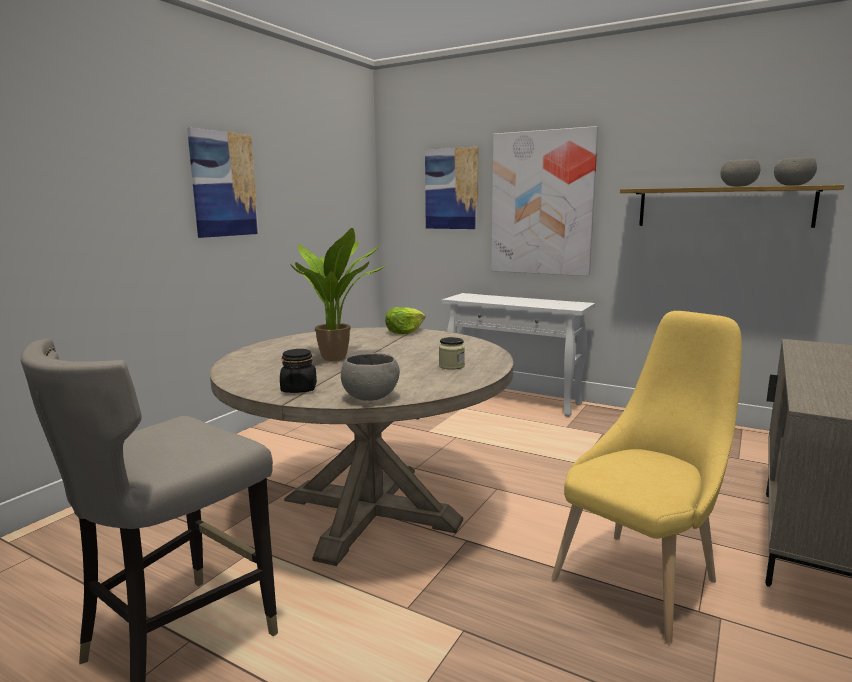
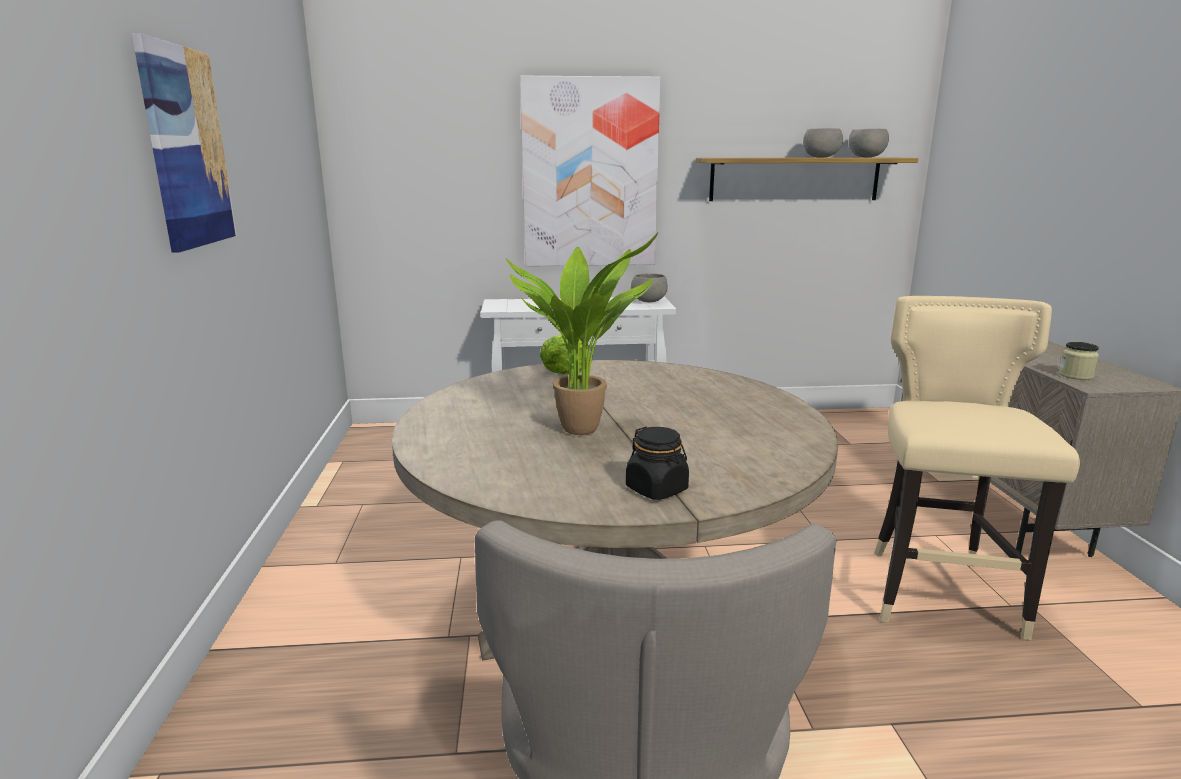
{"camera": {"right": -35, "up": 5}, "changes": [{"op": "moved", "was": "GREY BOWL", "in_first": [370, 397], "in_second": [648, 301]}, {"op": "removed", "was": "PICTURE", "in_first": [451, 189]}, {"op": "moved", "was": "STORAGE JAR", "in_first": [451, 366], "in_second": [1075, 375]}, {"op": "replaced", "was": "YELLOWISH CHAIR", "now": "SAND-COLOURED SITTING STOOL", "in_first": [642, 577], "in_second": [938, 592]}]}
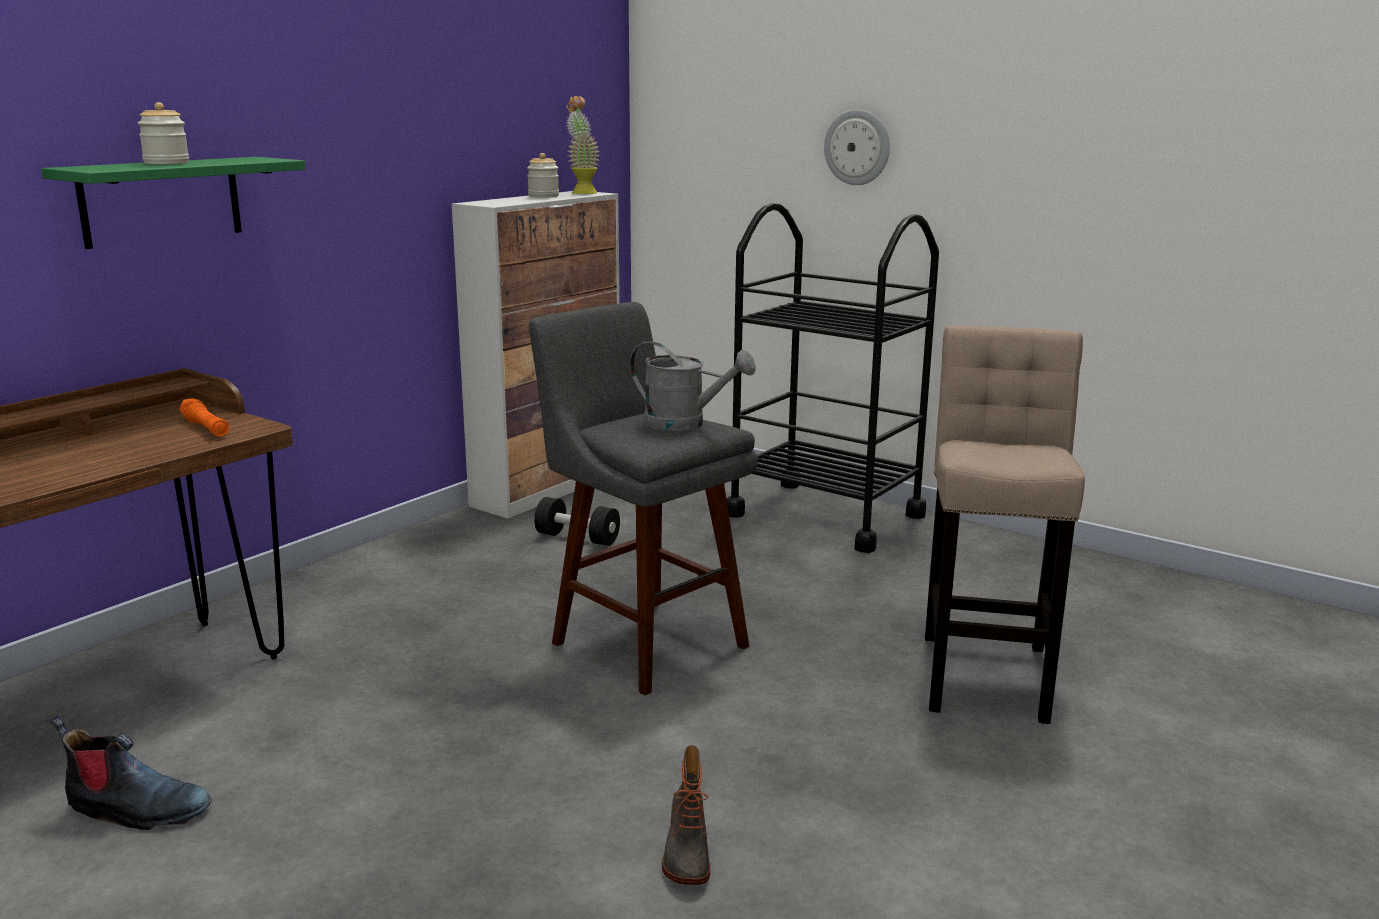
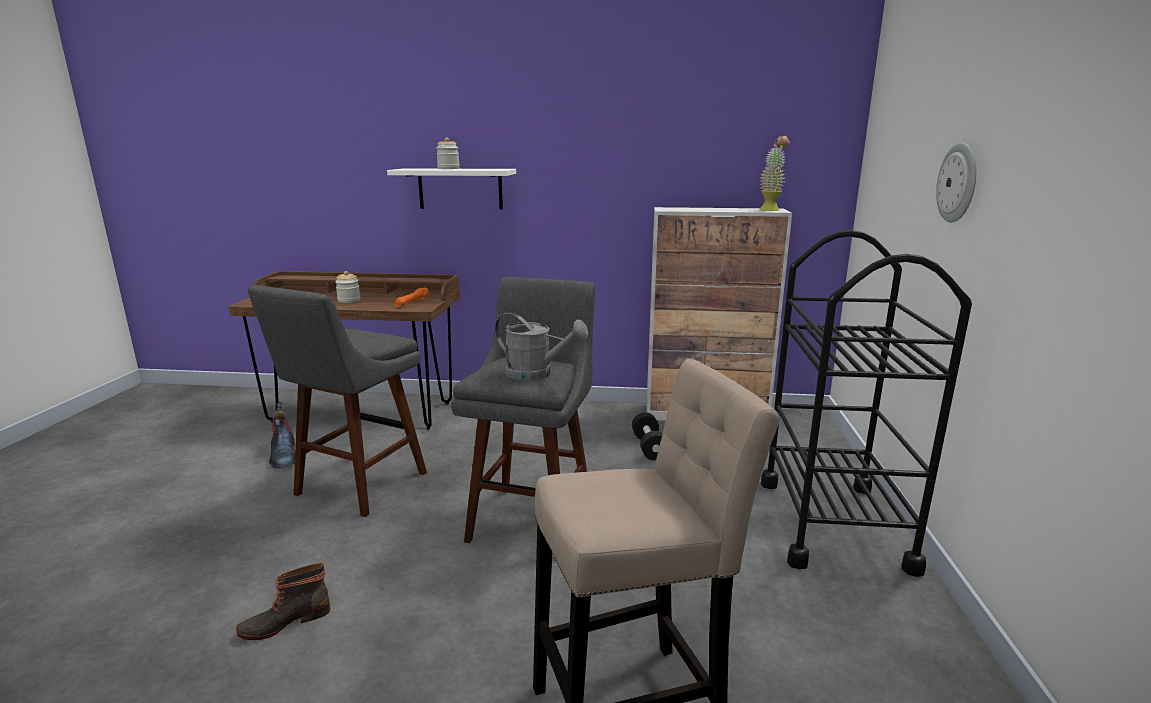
{"camera": {"right": 60, "up": 0}, "changes": [{"op": "recoloured", "was": "GREEN WALL SHELF", "now": "WHITISH WALL SHELF", "in_first": [161, 201], "in_second": [460, 188]}, {"op": "moved", "was": "STORAGE JAR", "in_first": [543, 196], "in_second": [349, 300]}, {"op": "turned", "was": "GREY SPRINKLING CAN", "in_first": [685, 424], "in_second": [537, 374], "clockwise": -60}, {"op": "added", "now": "GREY SITTING STOOL", "in_second": [357, 486]}]}
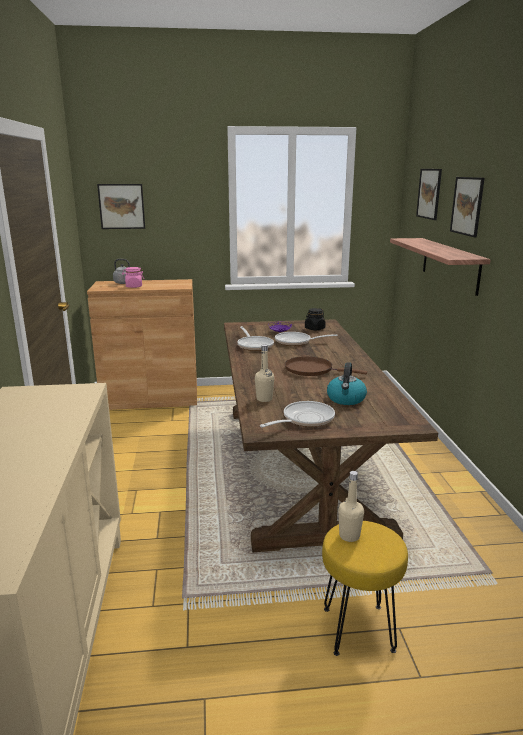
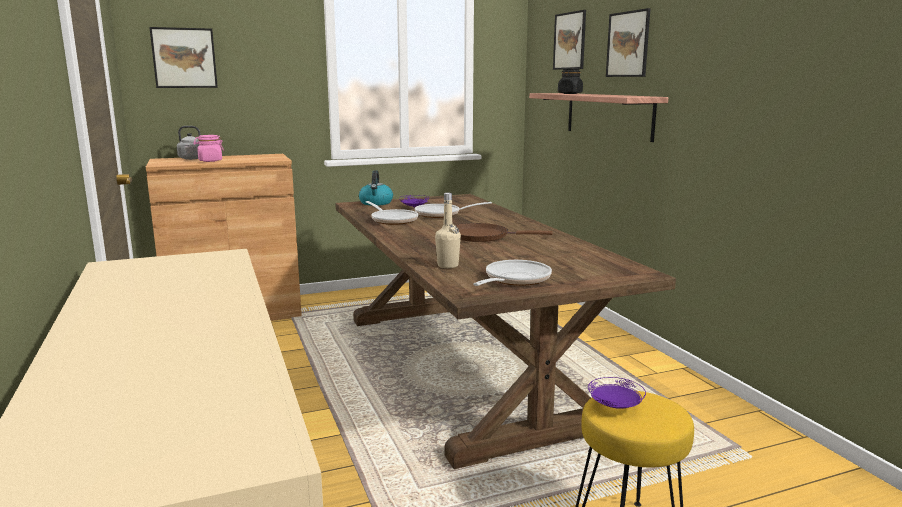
{"camera": {"right": -15, "up": -5}, "changes": [{"op": "moved", "was": "BLACKISH STORAGE JAR", "in_first": [314, 328], "in_second": [570, 93]}, {"op": "moved", "was": "TEA KETTLE", "in_first": [346, 399], "in_second": [376, 203]}, {"op": "replaced", "was": "SAND-COLOURED DRINK BOTTLE", "now": "PURPLISH FLAT DISH", "in_first": [349, 536], "in_second": [614, 406]}]}
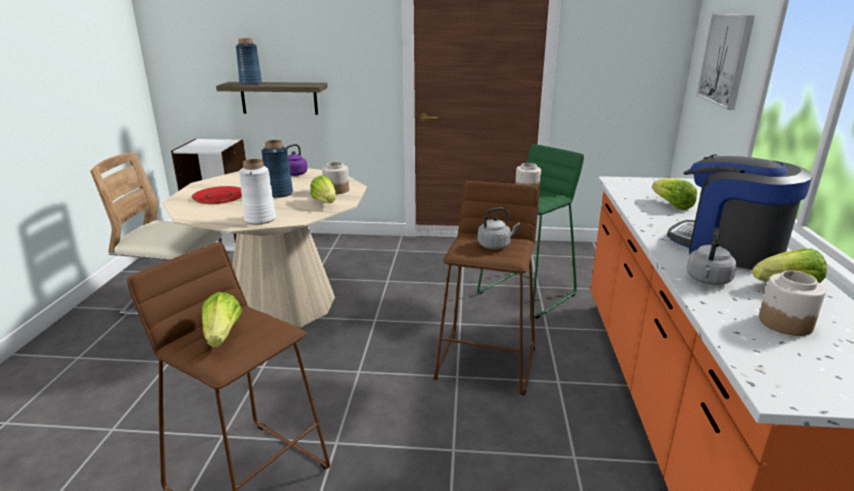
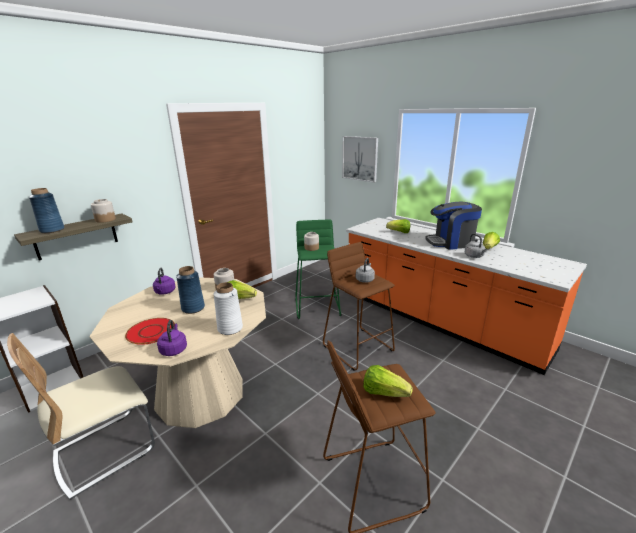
{"camera": {"right": -50, "up": 0}, "changes": [{"op": "moved", "was": "STORAGE JAR", "in_first": [784, 323], "in_second": [105, 220]}, {"op": "added", "now": "PURPLISH TEA KETTLE", "in_second": [174, 349]}]}
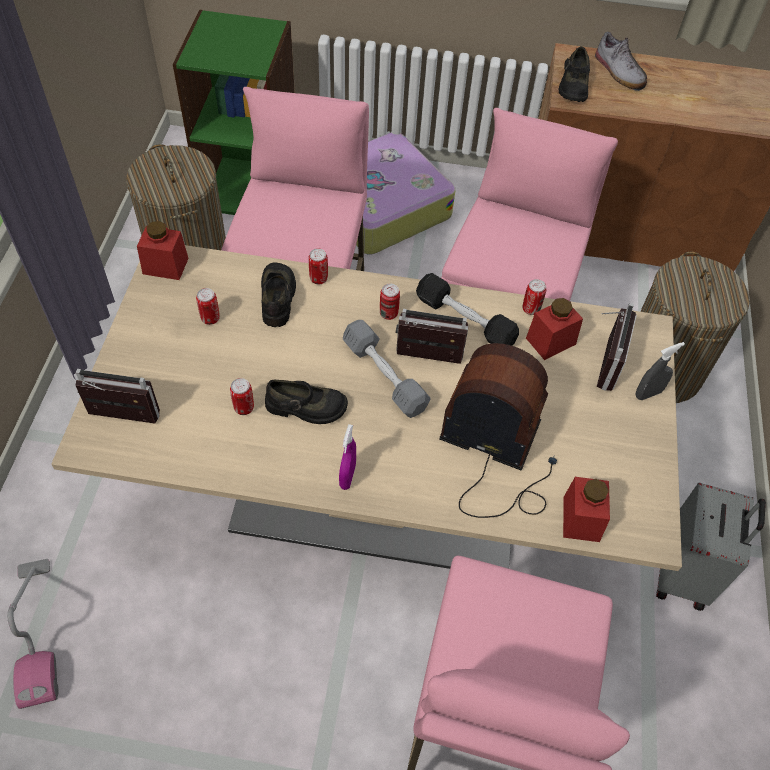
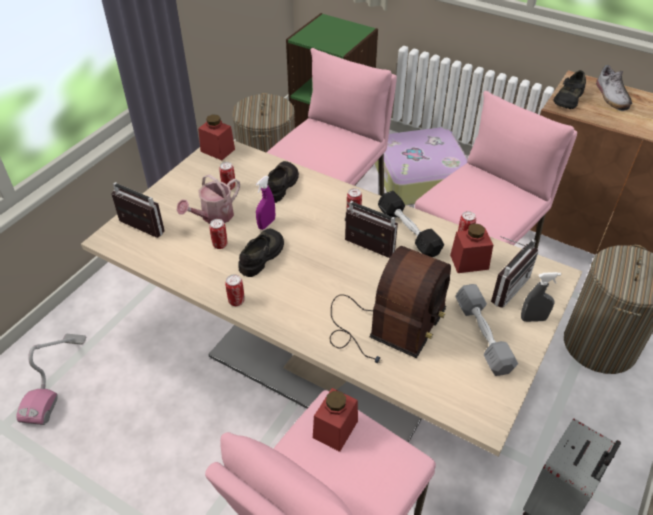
{"camera": {"right": 25, "up": -10}, "changes": [{"op": "turned", "was": "BLACKISH ITEM OF FOOTWEAR", "in_first": [306, 407], "in_second": [262, 256], "clockwise": -90}, {"op": "moved", "was": "SEALED CAN", "in_first": [318, 279], "in_second": [236, 301]}, {"op": "moved", "was": "PURPLISH HAND SPRAYER", "in_first": [347, 476], "in_second": [266, 224]}, {"op": "moved", "was": "GREY HAND WEIGHT", "in_first": [384, 376], "in_second": [482, 336]}, {"op": "turned", "was": "RADIO RECEIVER", "in_first": [497, 455], "in_second": [385, 326], "clockwise": 75}, {"op": "moved", "was": "RED-COLOURED STORAGE JAR", "in_first": [581, 519], "in_second": [335, 429]}, {"op": "added", "now": "SPRINKLING CAN", "in_second": [213, 216]}]}
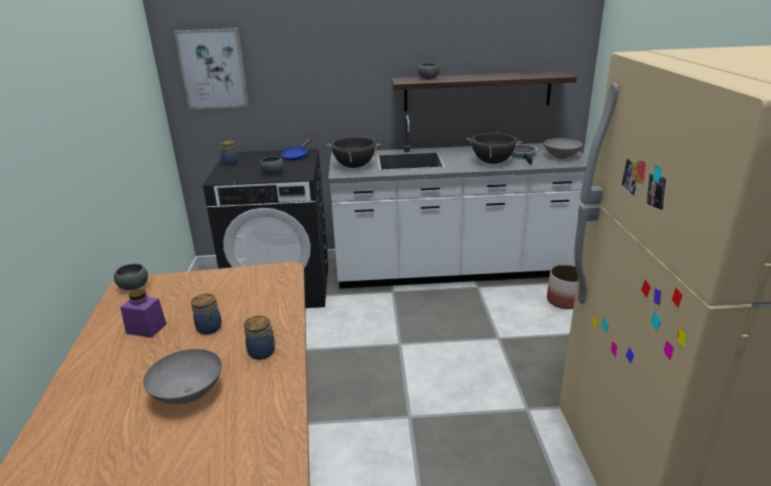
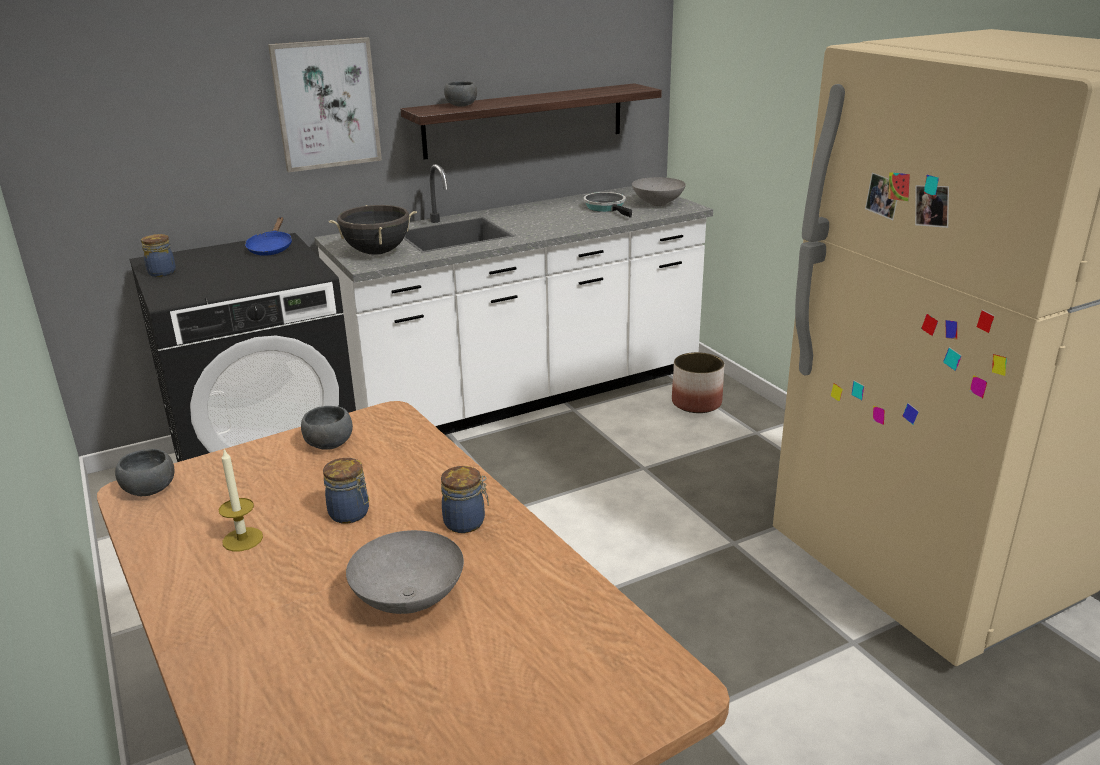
{"camera": {"right": -25, "up": 0}, "changes": [{"op": "replaced", "was": "PURPLISH STORAGE JAR", "now": "WAX LIGHT", "in_first": [146, 328], "in_second": [242, 539]}, {"op": "moved", "was": "PICTURE", "in_first": [213, 69], "in_second": [326, 104]}, {"op": "moved", "was": "GREY BOWL", "in_first": [272, 173], "in_second": [328, 444]}, {"op": "removed", "was": "BLACKISH COOKING POT", "in_first": [492, 162]}]}
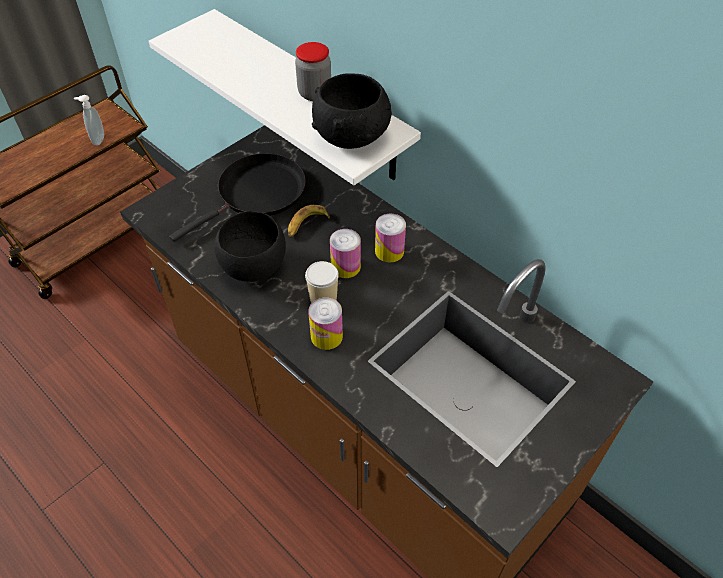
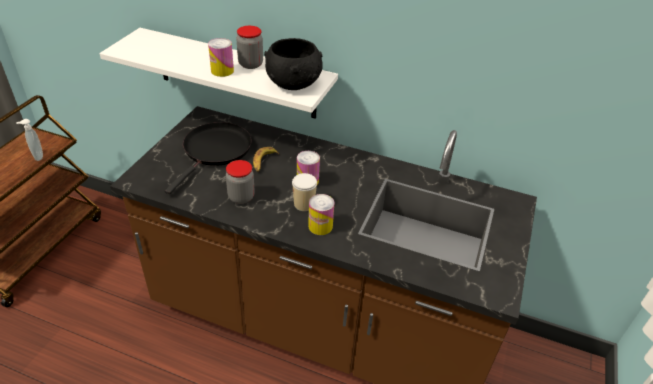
{"camera": {"right": -25, "up": -10}, "changes": [{"op": "replaced", "was": "BLACKISH BOWL", "now": "STORAGE JAR", "in_first": [254, 267], "in_second": [241, 197]}, {"op": "moved", "was": "SEALED CAN", "in_first": [389, 251], "in_second": [222, 71]}]}
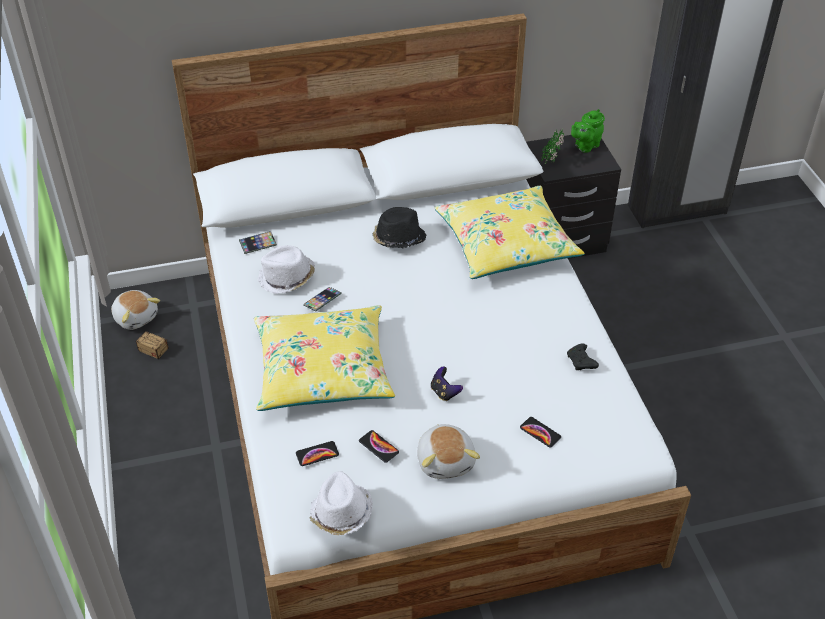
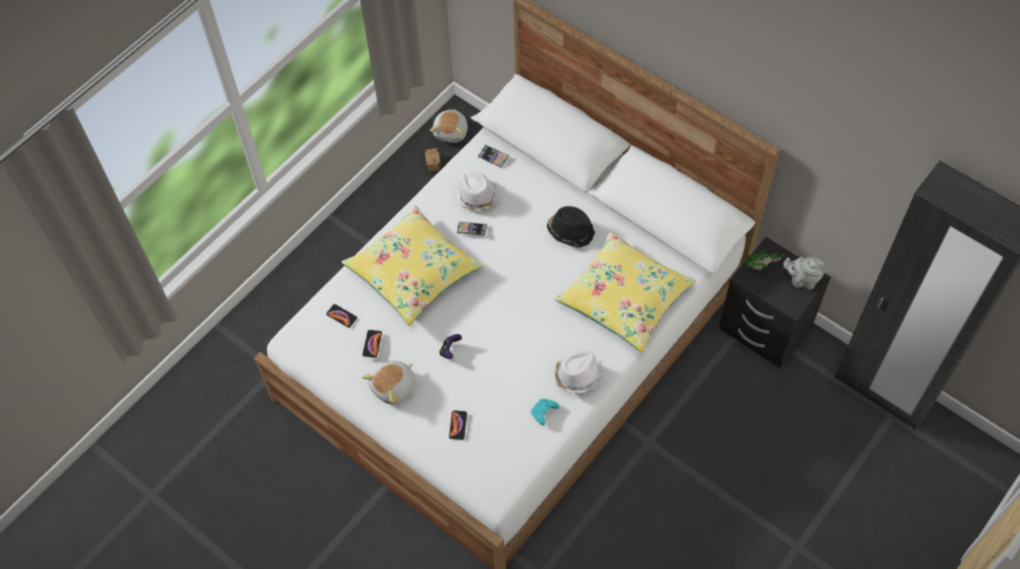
{"camera": {"right": 55, "up": 15}, "changes": [{"op": "moved", "was": "WHITISH WEARABLE HAT", "in_first": [341, 513], "in_second": [577, 376]}, {"op": "recoloured", "was": "BLACKISH JOYPAD", "now": "TURQUOISE JOYPAD", "in_first": [581, 362], "in_second": [543, 413]}, {"op": "recoloured", "was": "GREEN TEA POT", "now": "GREY TEA POT", "in_first": [585, 146], "in_second": [801, 280]}]}
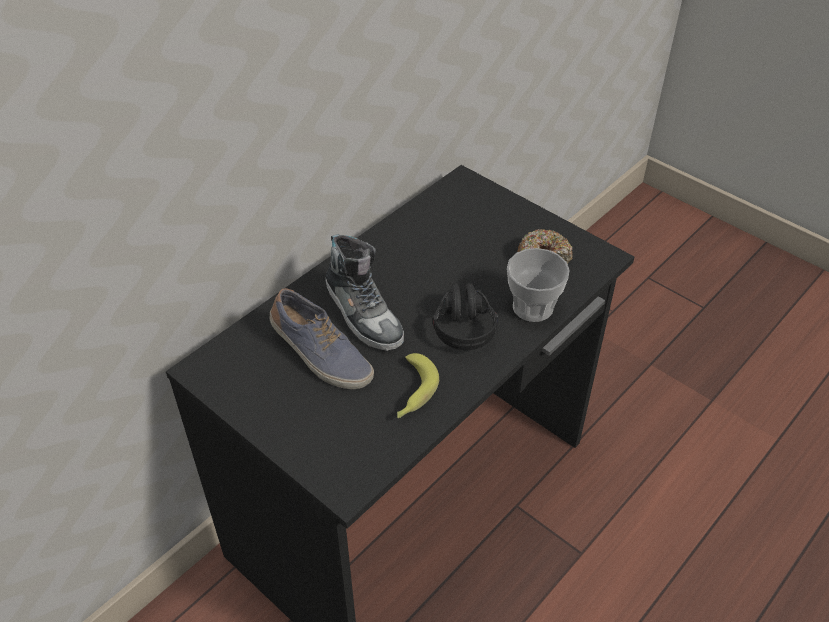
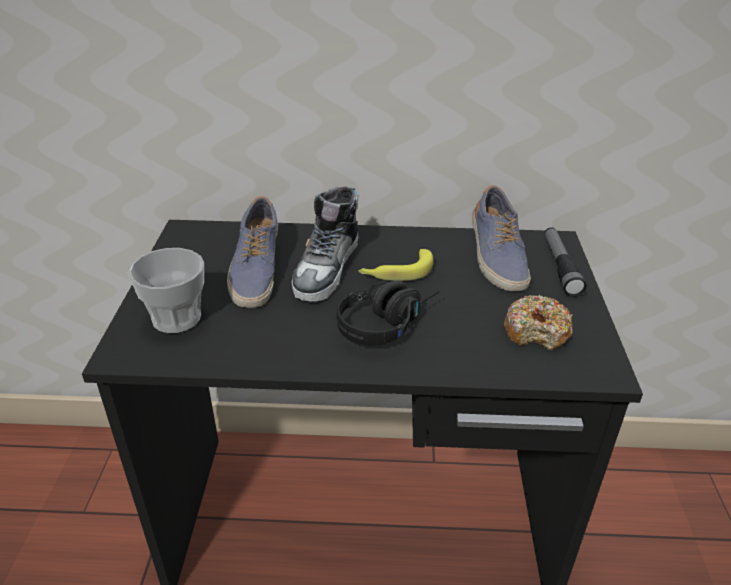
{"camera": {"right": 50, "up": -10}, "changes": [{"op": "moved", "was": "BANANA", "in_first": [412, 393], "in_second": [396, 272]}, {"op": "moved", "was": "DRINKING CUP", "in_first": [532, 307], "in_second": [176, 318]}, {"op": "added", "now": "ITEM OF FOOTWEAR", "in_second": [496, 257]}, {"op": "added", "now": "HAND TORCH", "in_second": [560, 267]}]}
